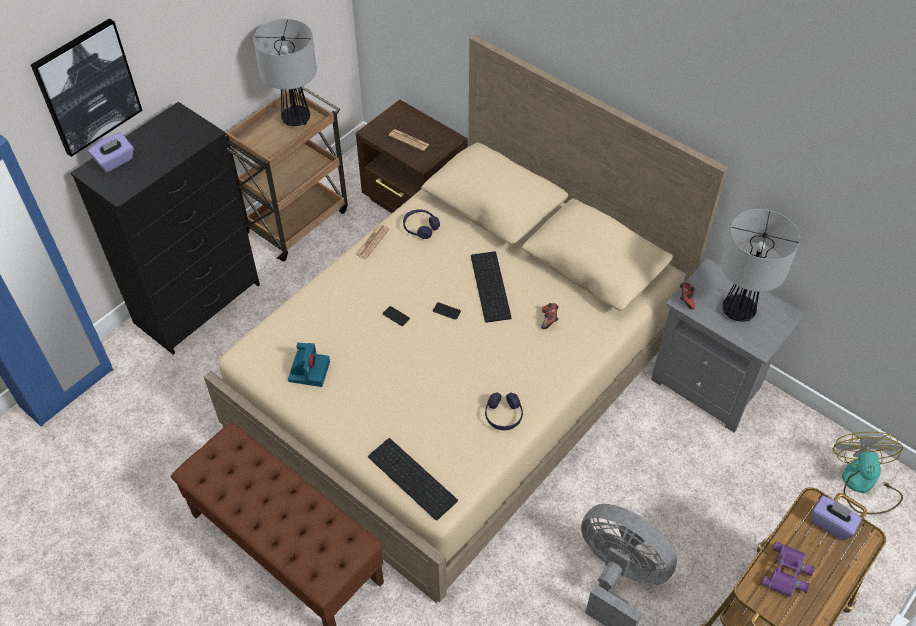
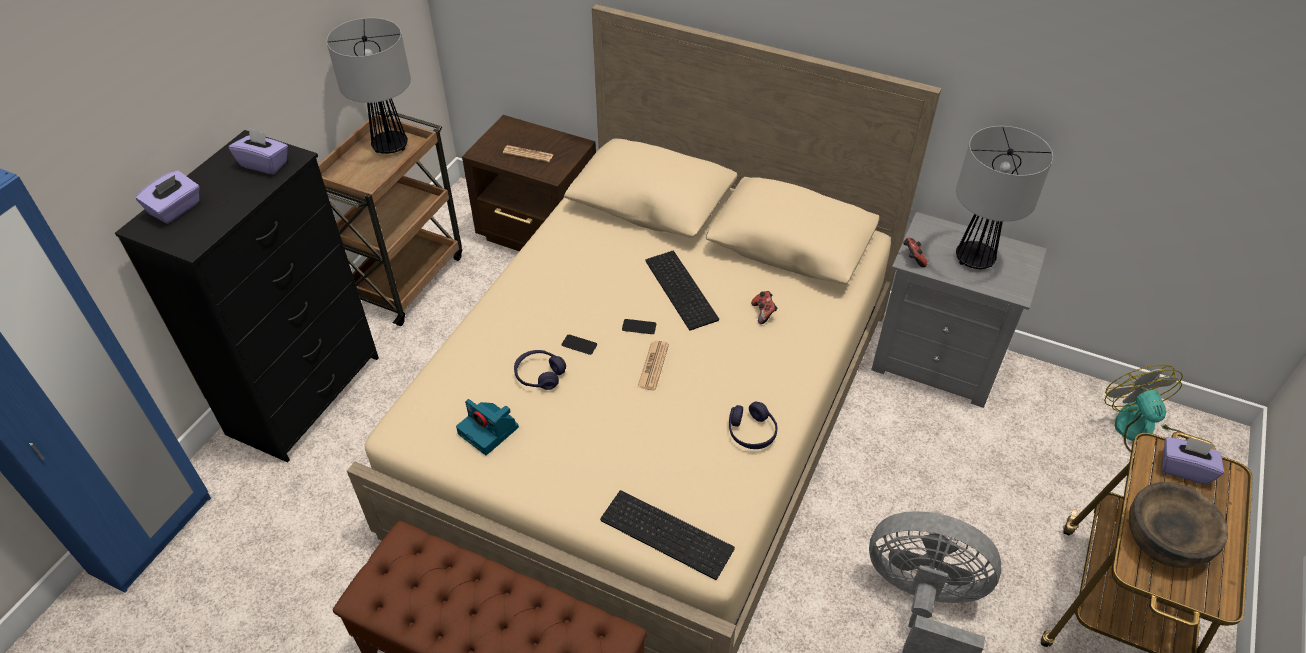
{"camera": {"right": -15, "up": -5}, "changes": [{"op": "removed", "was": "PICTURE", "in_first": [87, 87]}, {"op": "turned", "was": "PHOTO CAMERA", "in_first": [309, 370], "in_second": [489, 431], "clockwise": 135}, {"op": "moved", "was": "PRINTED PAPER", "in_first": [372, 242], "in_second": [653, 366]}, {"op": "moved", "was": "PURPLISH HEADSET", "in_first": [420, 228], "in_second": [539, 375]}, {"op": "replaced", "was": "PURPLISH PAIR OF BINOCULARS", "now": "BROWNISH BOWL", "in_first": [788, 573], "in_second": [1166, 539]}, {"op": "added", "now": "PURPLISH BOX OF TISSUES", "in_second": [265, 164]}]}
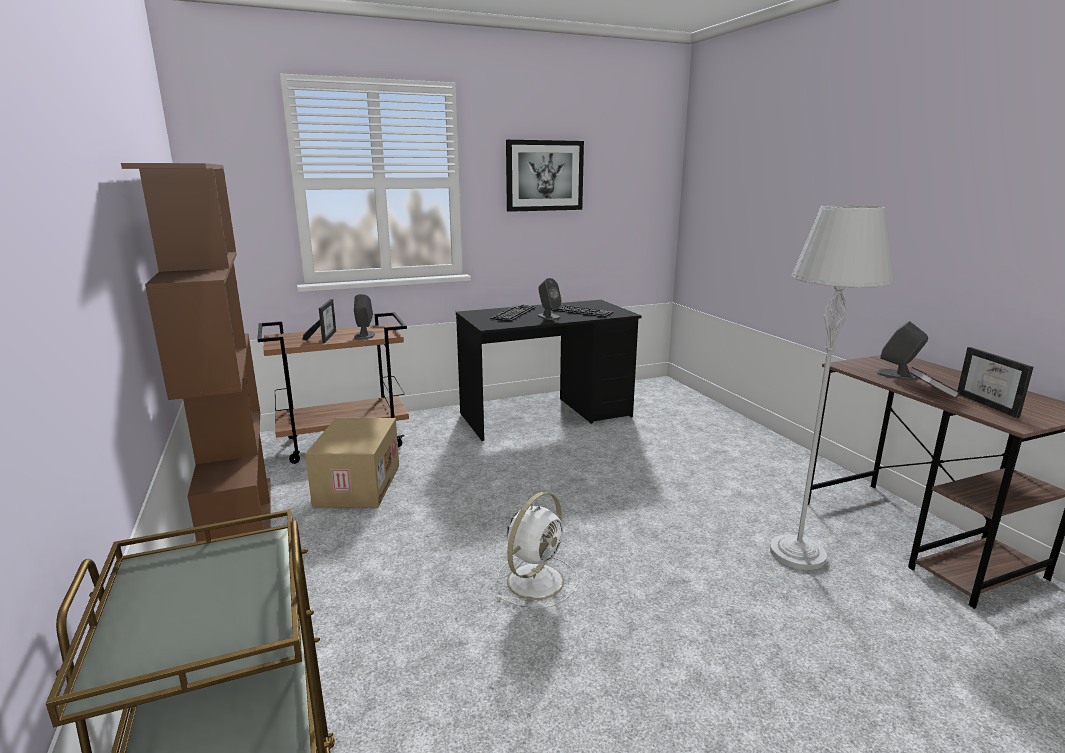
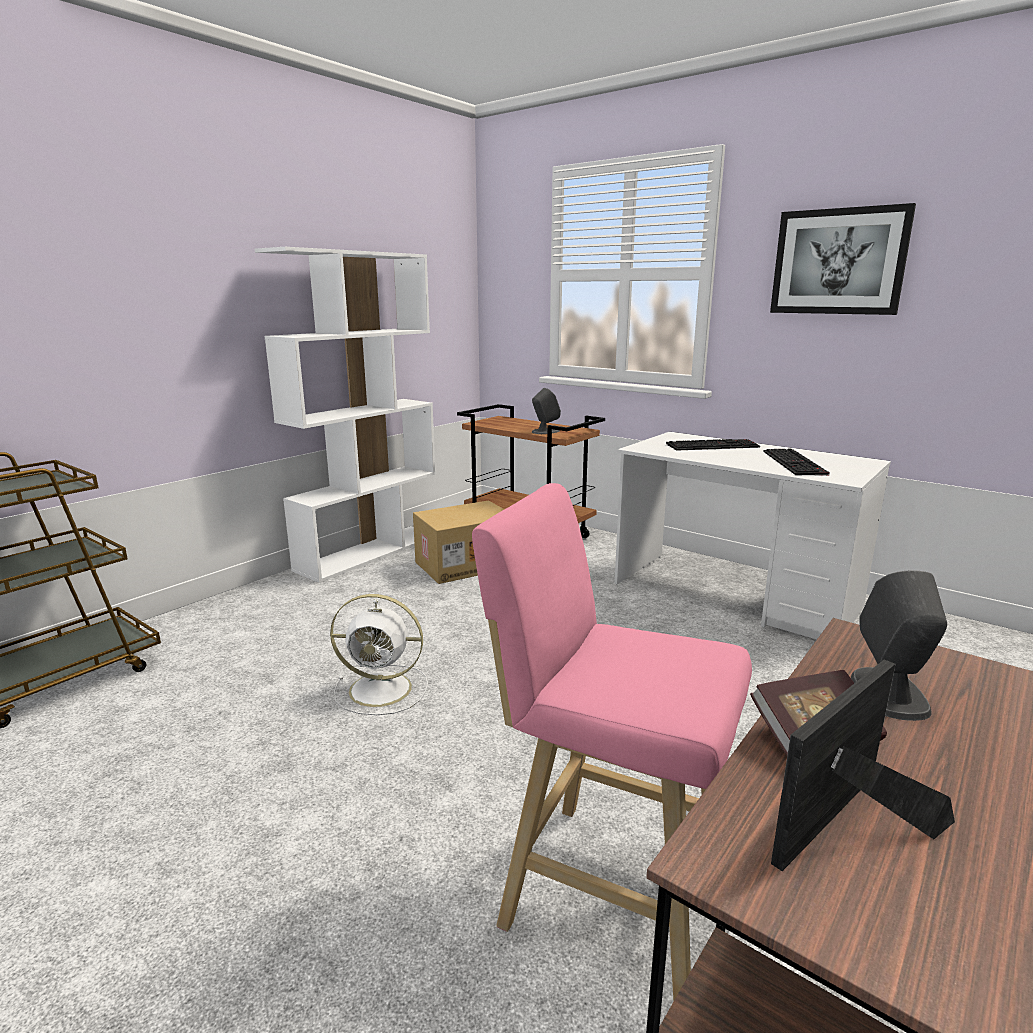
{"camera": {"right": 60, "up": 0}, "changes": [{"op": "recoloured", "was": "BROWNISH SHELVING UNIT", "now": "WHITISH SHELVING UNIT", "in_first": [241, 525], "in_second": [369, 552]}, {"op": "removed", "was": "STANDING FRAME", "in_first": [325, 336]}, {"op": "recoloured", "was": "BLACKISH DESK UNIT", "now": "WHITISH DESK UNIT", "in_first": [546, 415], "in_second": [734, 596]}, {"op": "removed", "was": "GREY AUDIO SPEAKER", "in_first": [548, 317]}, {"op": "replaced", "was": "GREY STANDING LAMP", "now": "PINK-COLOURED SITTING STOOL", "in_first": [797, 554], "in_second": [605, 889]}]}
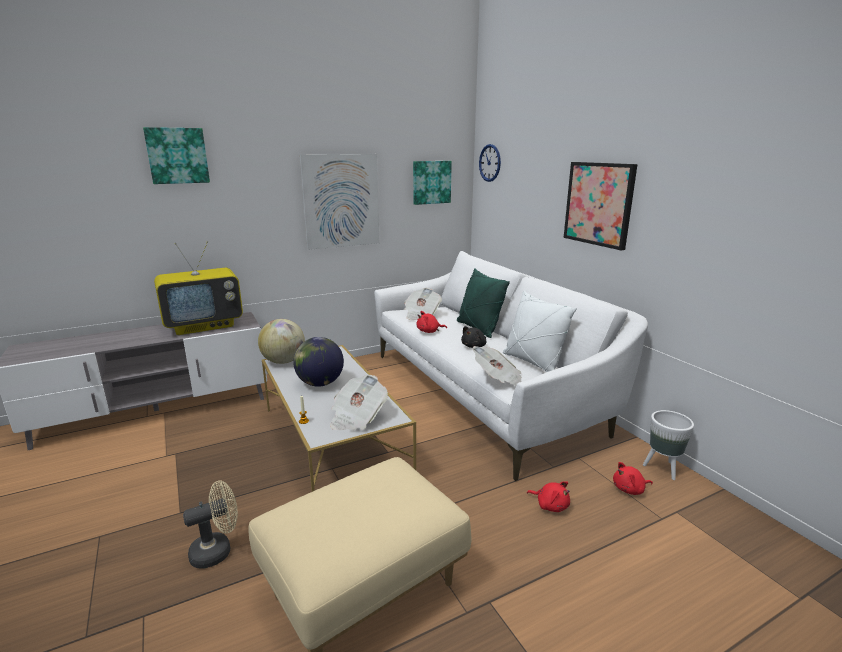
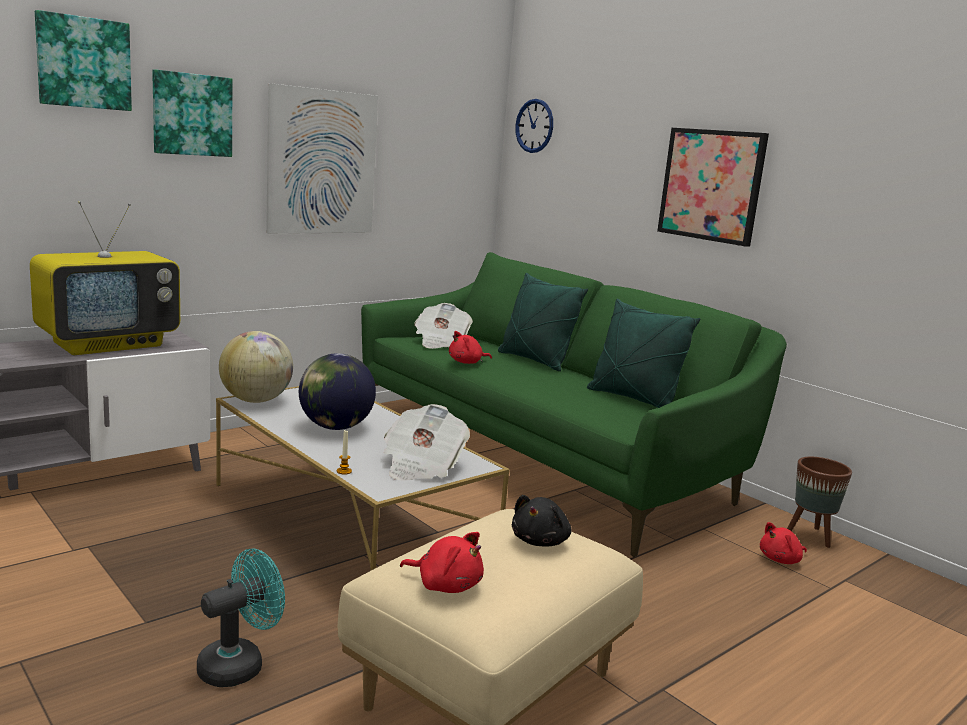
{"camera": {"right": -15, "up": -5}, "changes": [{"op": "recoloured", "was": "SAND-COLOURED COOLING FAN", "now": "TURQUOISE COOLING FAN", "in_first": [217, 550], "in_second": [239, 664]}, {"op": "recoloured", "was": "WHITISH COUCH", "now": "GREEN COUCH", "in_first": [484, 392], "in_second": [542, 456]}, {"op": "moved", "was": "PICTURE", "in_first": [431, 182], "in_second": [192, 114]}, {"op": "moved", "was": "BLACKISH CUDDLY TOY", "in_first": [474, 346], "in_second": [541, 541]}, {"op": "removed", "was": "PRINTED PAPER", "in_first": [498, 379]}, {"op": "recoloured", "was": "WHITISH CUSHION", "now": "GREEN CUSHION", "in_first": [533, 362], "in_second": [633, 399]}, {"op": "moved", "was": "RED-COLOURED CUDDLY TOY", "in_first": [550, 505], "in_second": [446, 585]}, {"op": "recoloured", "was": "WHITISH PLANT POT", "now": "BROWNISH PLANT POT", "in_first": [662, 469], "in_second": [810, 536]}]}
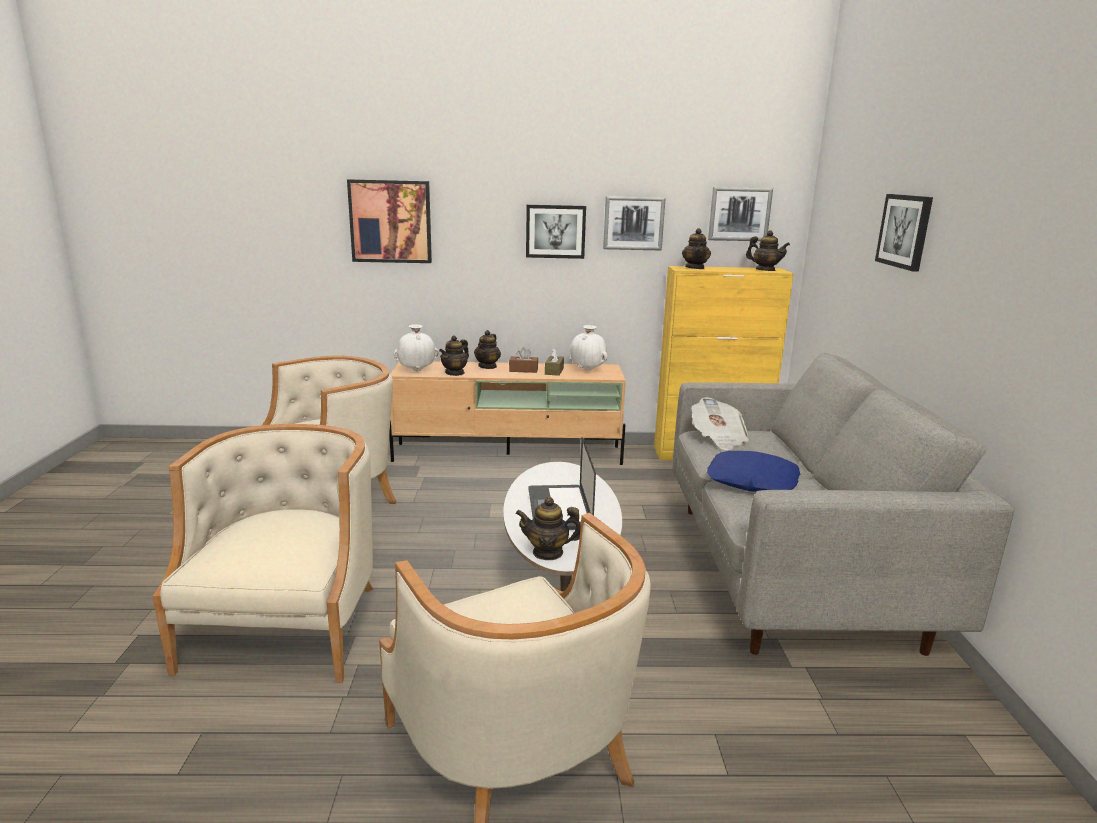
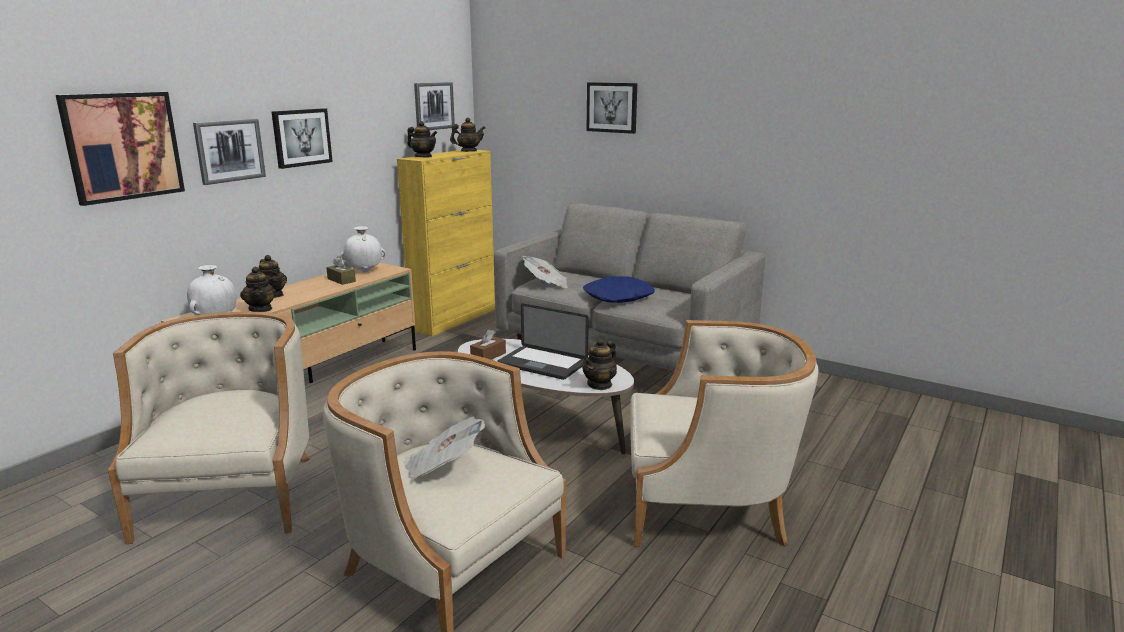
{"camera": {"right": -55, "up": 0}, "changes": [{"op": "moved", "was": "BROWNISH BOX OF TISSUES", "in_first": [523, 370], "in_second": [488, 356]}, {"op": "moved", "was": "PICTURE", "in_first": [633, 223], "in_second": [229, 150]}, {"op": "added", "now": "PRINTED PAPER", "in_second": [443, 467]}]}
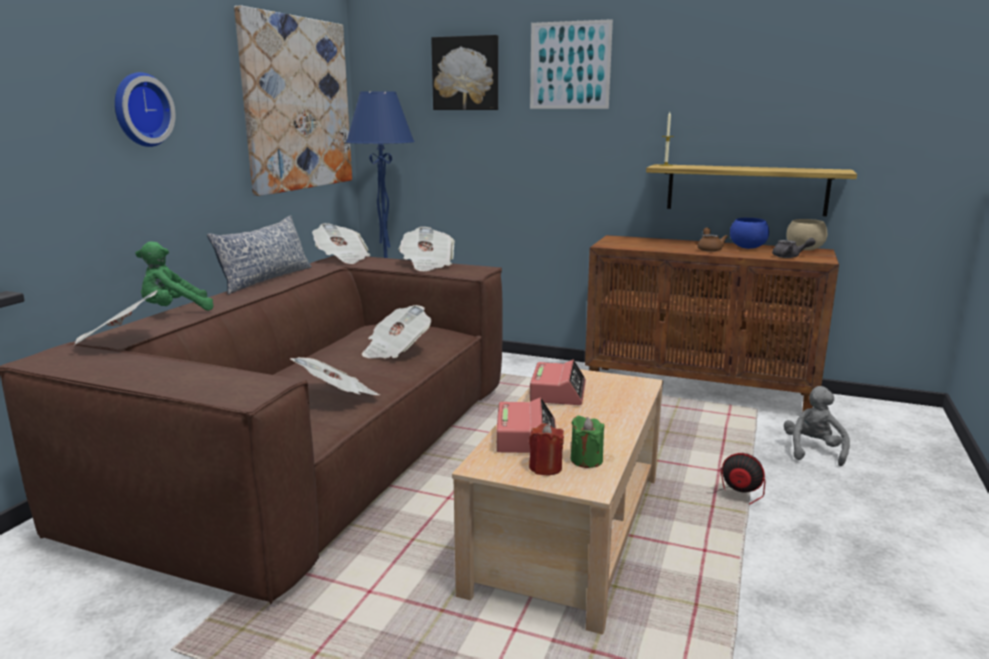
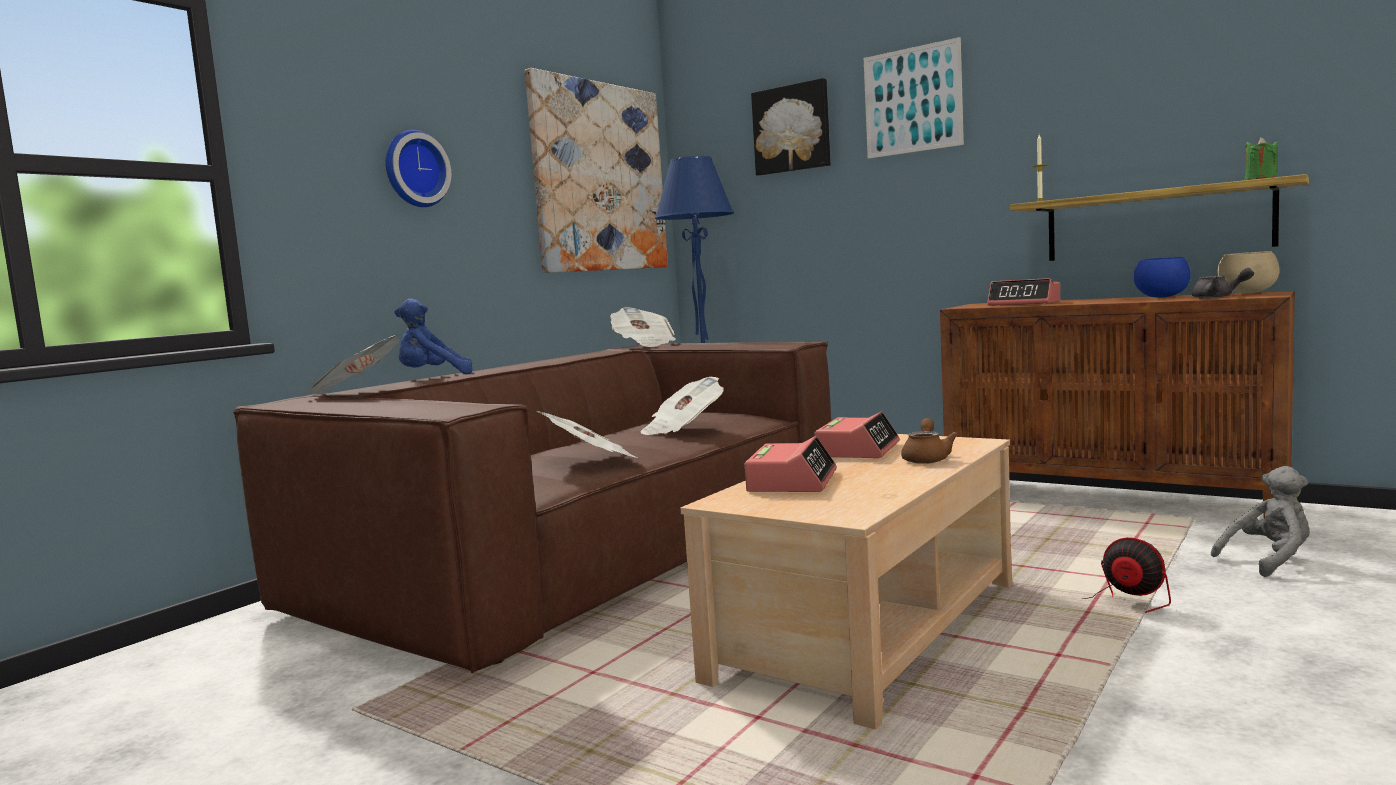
{"camera": {"right": 15, "up": -10}, "changes": [{"op": "recoloured", "was": "GREEN CUDDLY TOY", "now": "BLUE CUDDLY TOY", "in_first": [174, 311], "in_second": [433, 377]}, {"op": "removed", "was": "CUSHION", "in_first": [265, 279]}, {"op": "removed", "was": "PRINTED PAPER", "in_first": [427, 265]}, {"op": "removed", "was": "RED-COLOURED WAX LIGHT", "in_first": [545, 468]}, {"op": "moved", "was": "GREEN WAX LIGHT", "in_first": [586, 460], "in_second": [1261, 179]}, {"op": "moved", "was": "BROWNISH TEA POT", "in_first": [709, 249], "in_second": [927, 459]}, {"op": "turned", "was": "GREY CUDDLY TOY", "in_first": [813, 450], "in_second": [1269, 561], "clockwise": 45}, {"op": "added", "now": "TABLE CLOCK", "in_second": [1024, 304]}]}
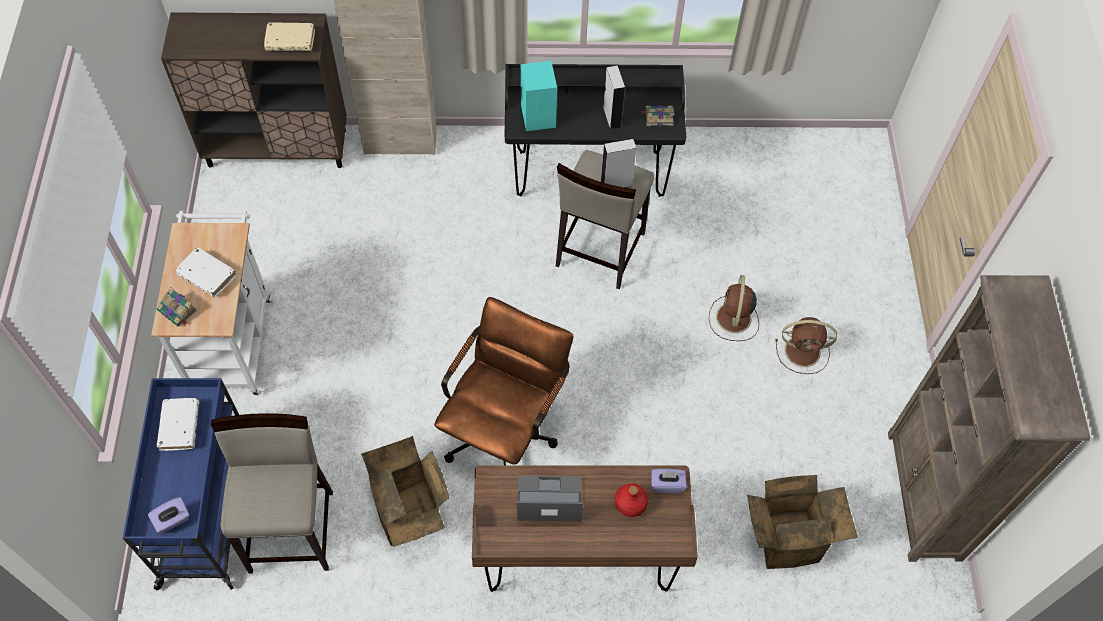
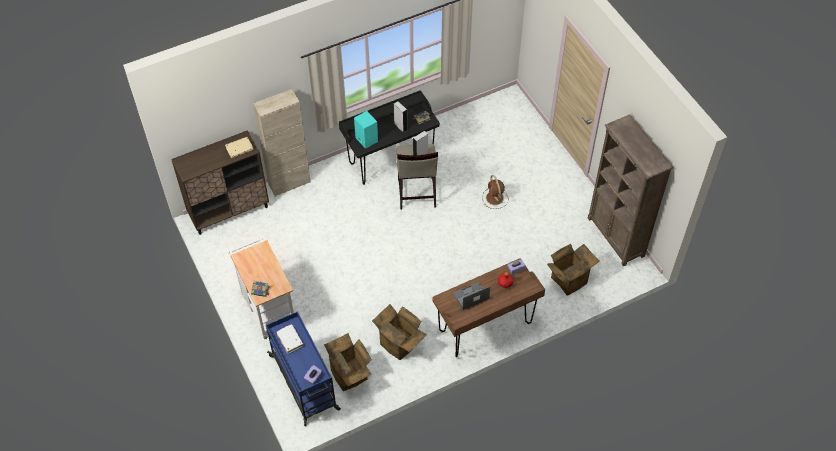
{"camera": {"right": -25, "up": -5}, "changes": [{"op": "removed", "was": "WHITISH BOOK", "in_first": [207, 275]}, {"op": "replaced", "was": "SAND-COLOURED SITTING STOOL", "now": "CARTON", "in_first": [292, 530], "in_second": [351, 374]}, {"op": "removed", "was": "BROWNISH OFFICE CHAIR", "in_first": [505, 428]}, {"op": "removed", "was": "BROWNISH COOLING FAN", "in_first": [804, 351]}]}
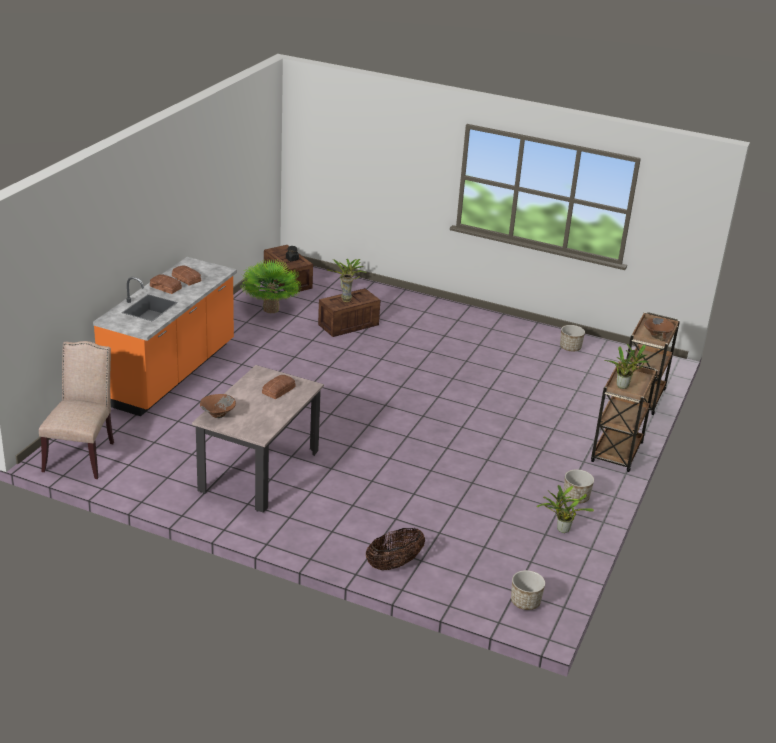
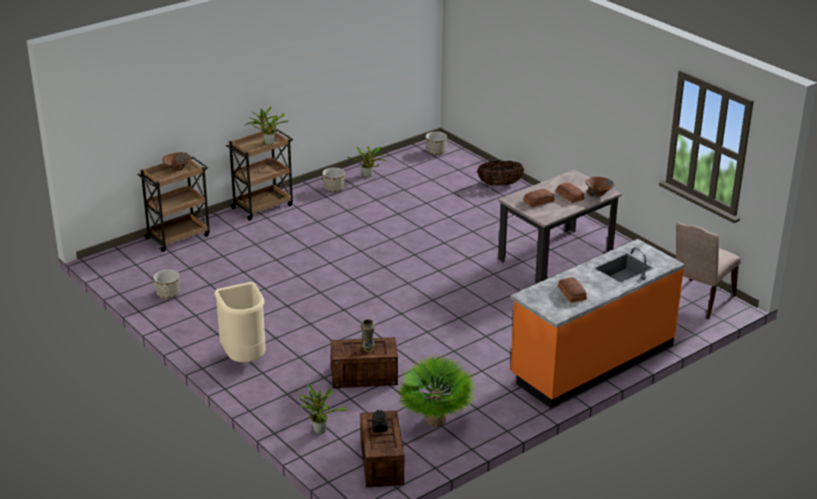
{"camera": {"right": -150, "up": 0}, "changes": [{"op": "moved", "was": "BAKED BREAD", "in_first": [165, 288], "in_second": [570, 195]}, {"op": "added", "now": "SAND-COLOURED RUBBISH BIN", "in_second": [245, 358]}]}
